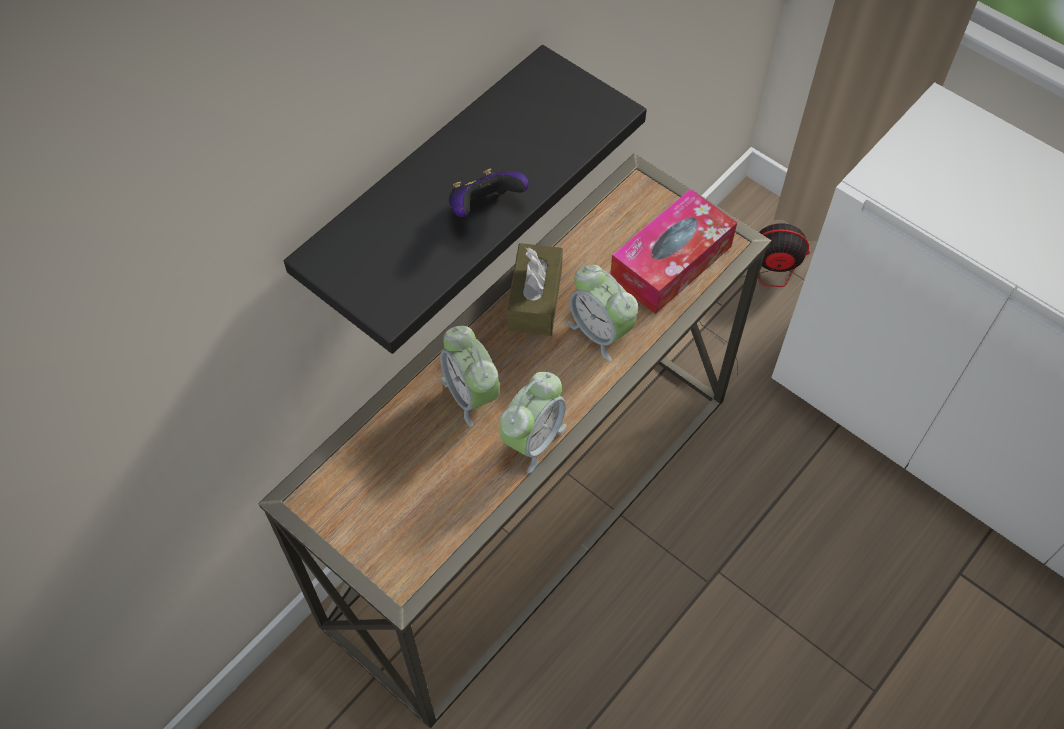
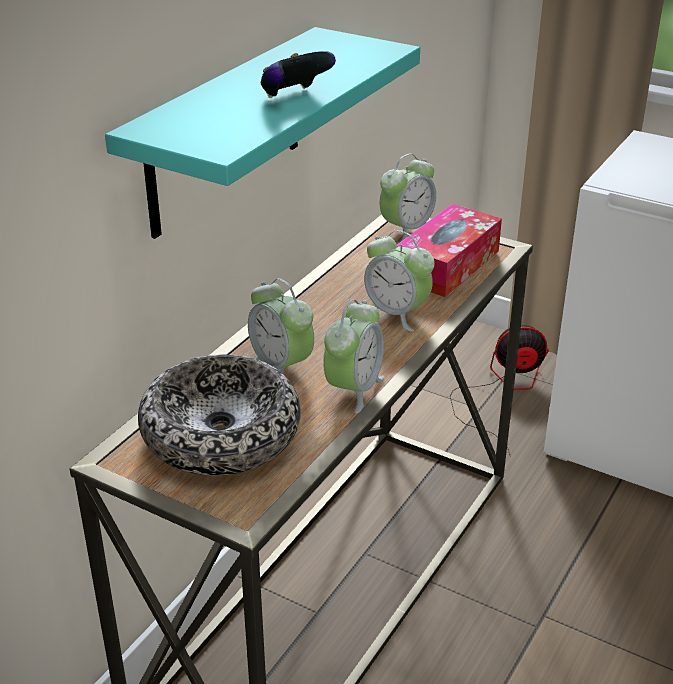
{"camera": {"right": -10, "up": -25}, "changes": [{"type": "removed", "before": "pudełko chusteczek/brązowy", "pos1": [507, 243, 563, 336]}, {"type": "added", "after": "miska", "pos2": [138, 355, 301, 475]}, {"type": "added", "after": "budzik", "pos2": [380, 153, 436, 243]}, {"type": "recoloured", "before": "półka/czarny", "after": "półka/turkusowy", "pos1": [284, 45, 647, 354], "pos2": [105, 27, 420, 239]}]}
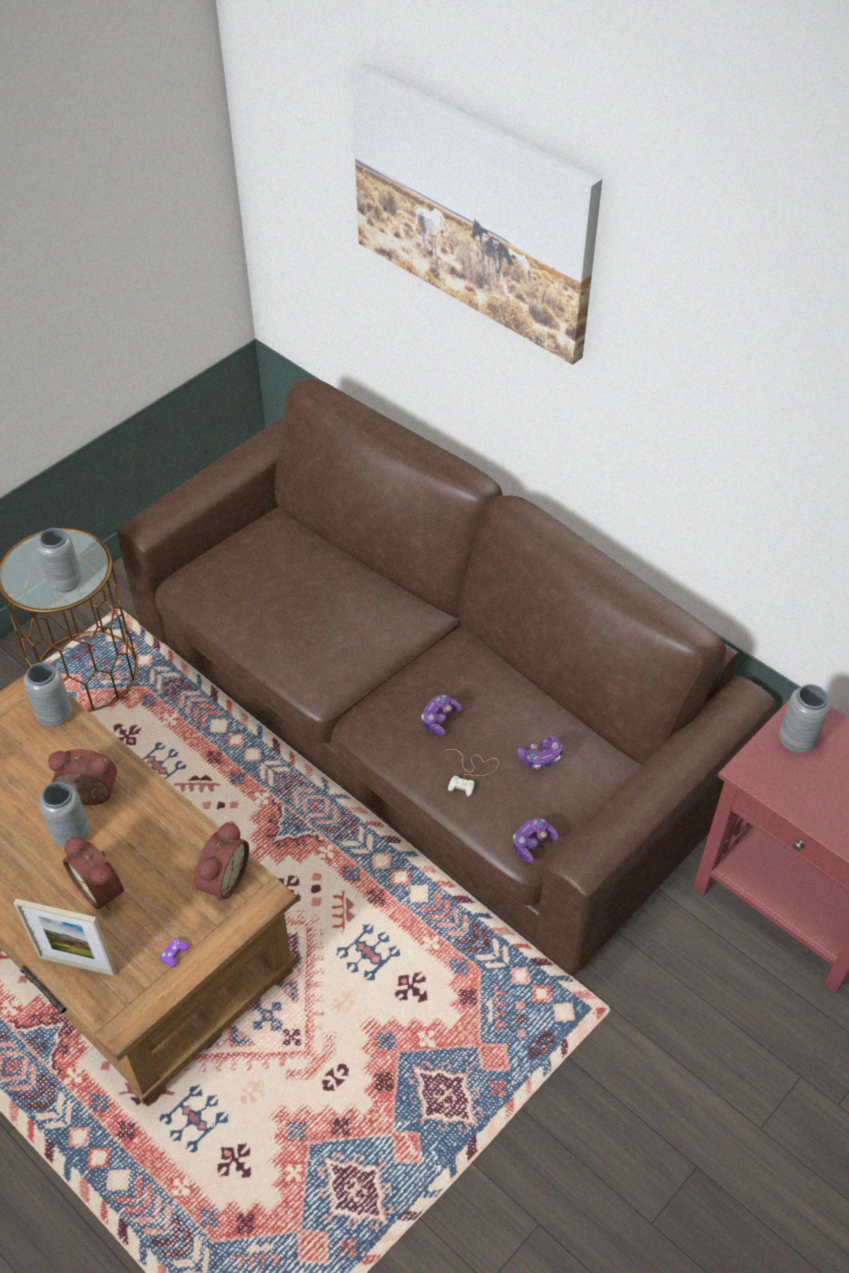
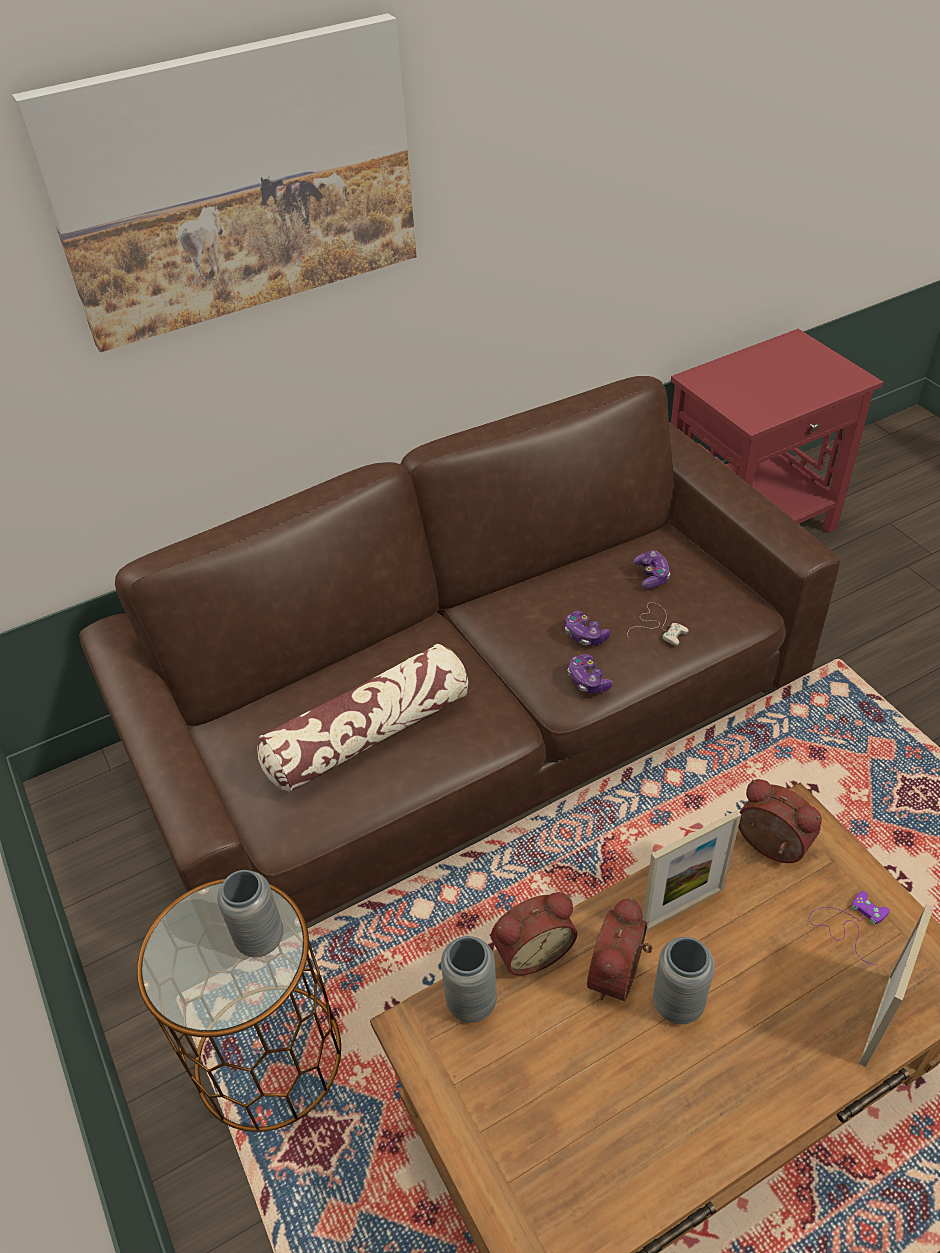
{"camera": {"right": -70, "up": -5}, "changes": [{"type": "removed", "before": "wazon/szary", "pos1": [779, 684, 831, 753]}, {"type": "added", "after": "poduszka", "pos2": [257, 644, 468, 792]}, {"type": "added", "after": "ramka na zdjęcie", "pos2": [642, 810, 741, 931]}, {"type": "moved", "before": "budzik", "pos1": [63, 837, 124, 910], "pos2": [491, 892, 577, 976]}, {"type": "moved", "before": "pad do gier", "pos1": [513, 818, 558, 863], "pos2": [568, 654, 613, 693]}]}
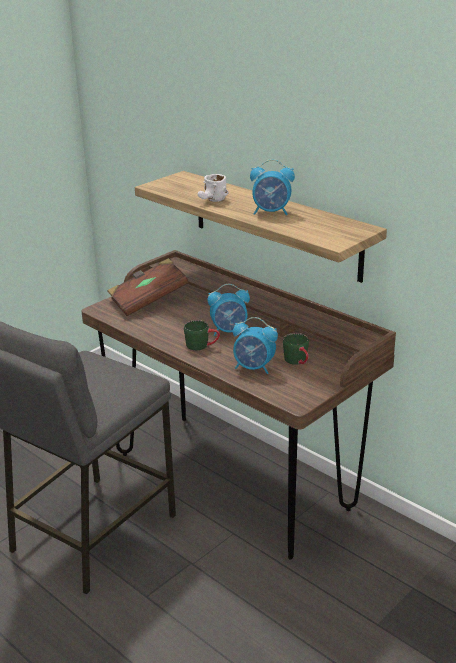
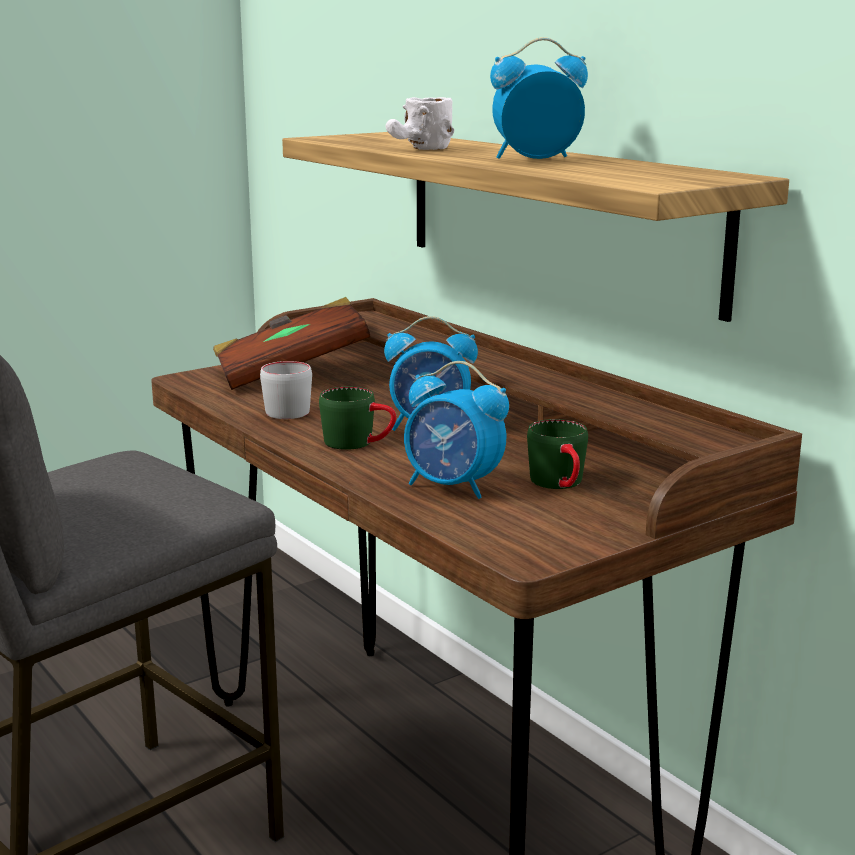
{"camera": {"right": 10, "up": -10}, "changes": [{"type": "added", "after": "kubek/szary", "pos2": [260, 361, 312, 419]}, {"type": "turned", "before": "budzik", "pos1": [250, 159, 295, 215], "pos2": [490, 37, 588, 159], "turn": 150}]}
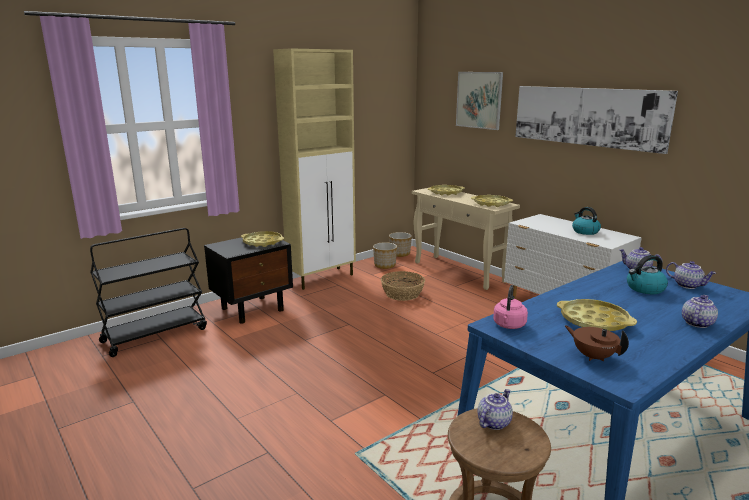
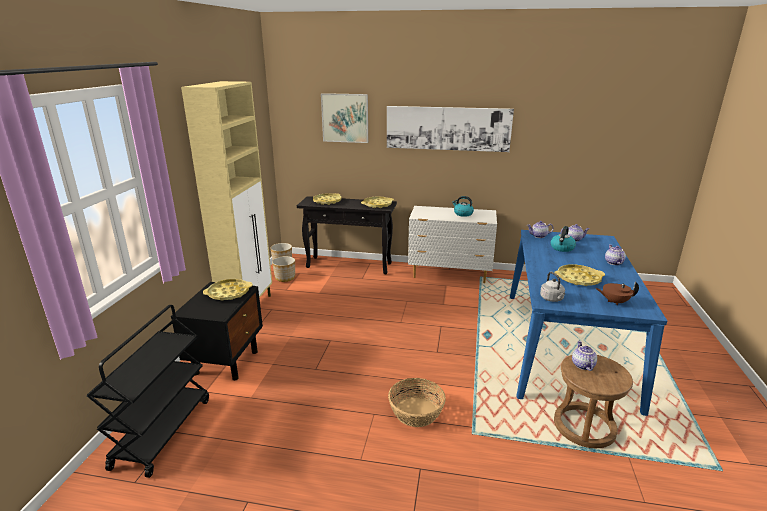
{"camera": {"right": -40, "up": 5}, "changes": [{"type": "moved", "before": "koszyk", "pos1": [381, 271, 425, 301], "pos2": [388, 378, 446, 427]}, {"type": "recoloured", "before": "stolik konsolowy/beżowy", "after": "stolik konsolowy/czarny", "pos1": [412, 188, 520, 290], "pos2": [297, 196, 397, 274]}, {"type": "recoloured", "before": "czajnik/różowy", "after": "czajnik/szary", "pos1": [493, 285, 528, 329], "pos2": [540, 272, 565, 302]}]}
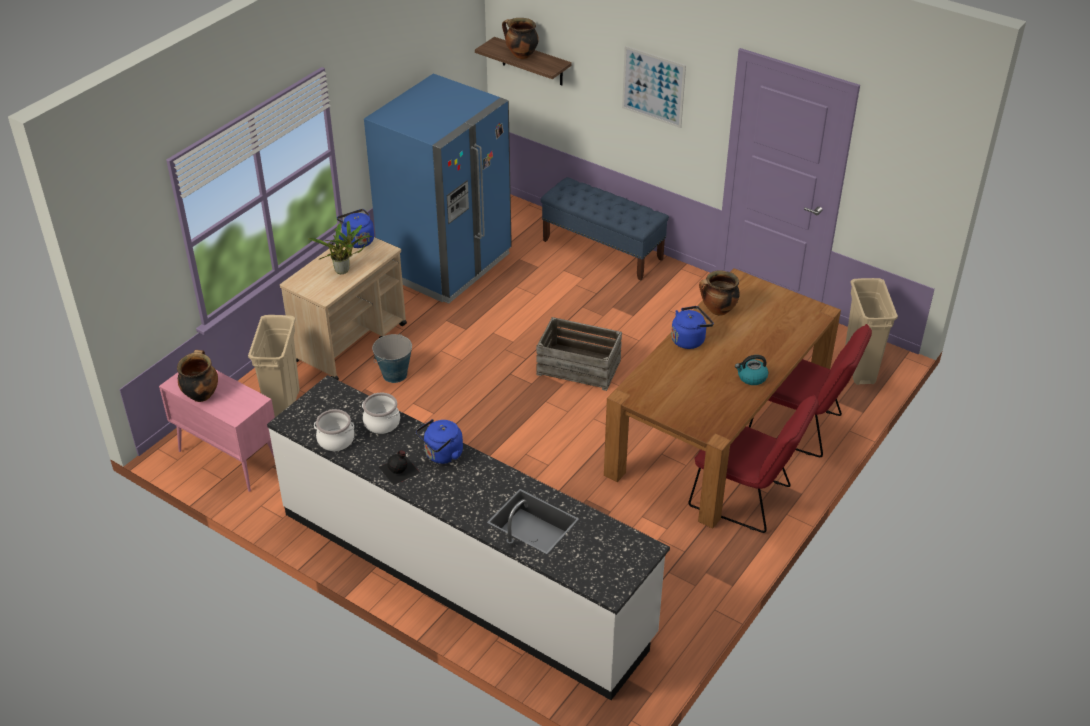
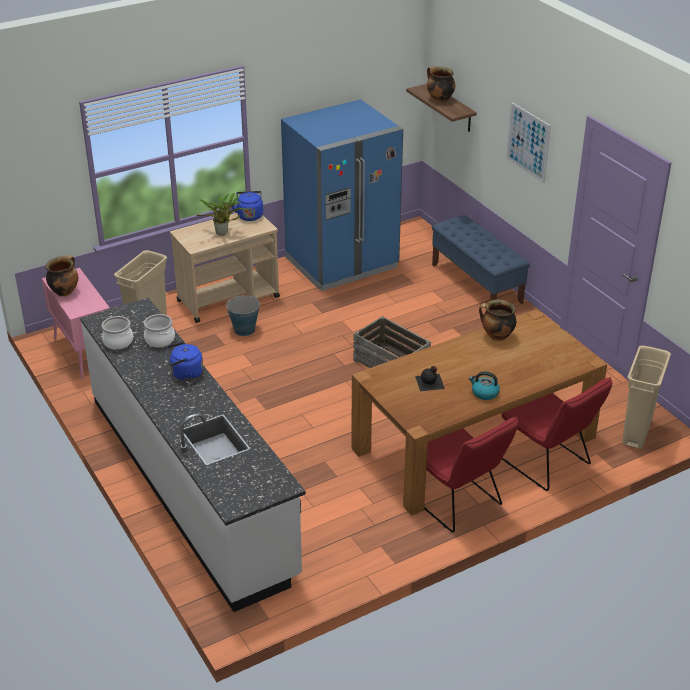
{"camera": {"right": 25, "up": -5}, "changes": [{"type": "removed", "before": "czajnik/niebieski", "pos1": [671, 306, 714, 349]}, {"type": "moved", "before": "butelka/czarny", "pos1": [379, 450, 420, 485], "pos2": [415, 366, 445, 391]}]}
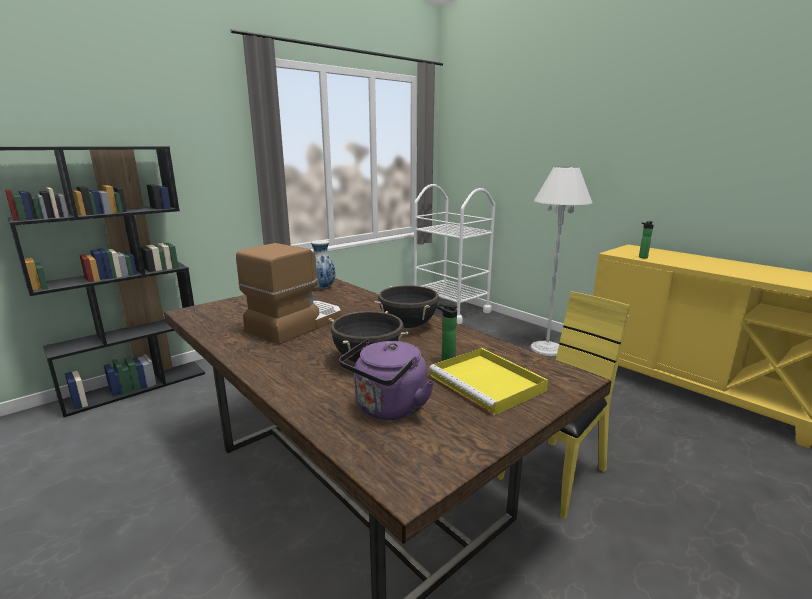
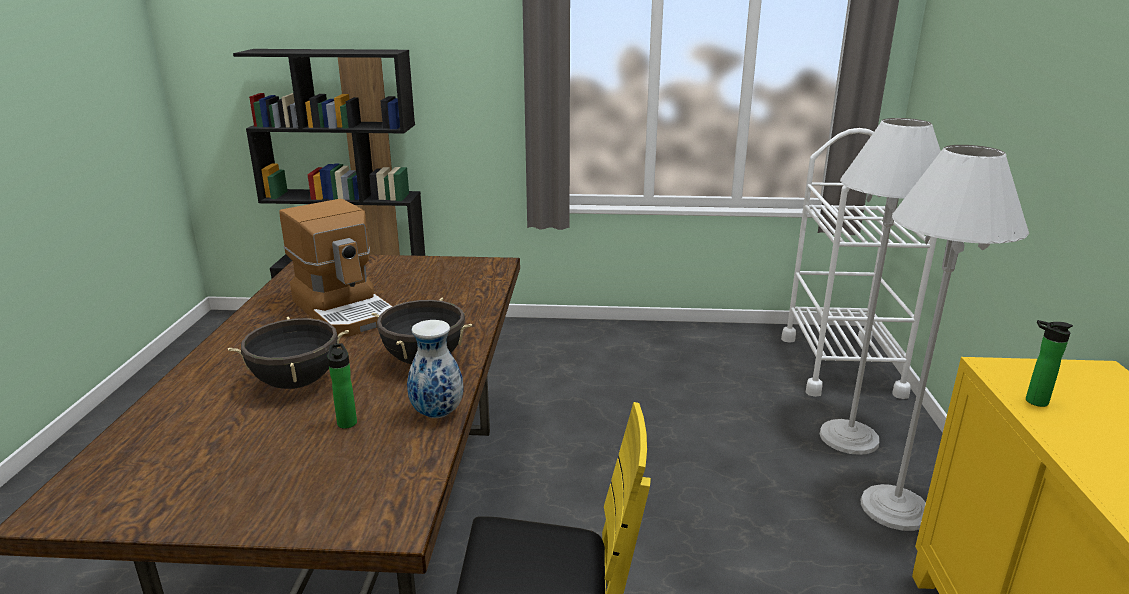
{"camera": {"right": 45, "up": 5}, "changes": [{"type": "removed", "before": "czajnik/fioletowy", "pos1": [339, 339, 434, 420]}, {"type": "removed", "before": "taca/żółty", "pos1": [429, 348, 548, 415]}, {"type": "added", "after": "lampa stojąca/biały", "pos2": [820, 118, 941, 455]}, {"type": "moved", "before": "wazon", "pos1": [311, 240, 336, 289], "pos2": [407, 320, 463, 418]}, {"type": "turned", "before": "ekspres do kawy", "pos1": [236, 243, 341, 344], "pos2": [279, 199, 393, 337], "turn": 60}]}
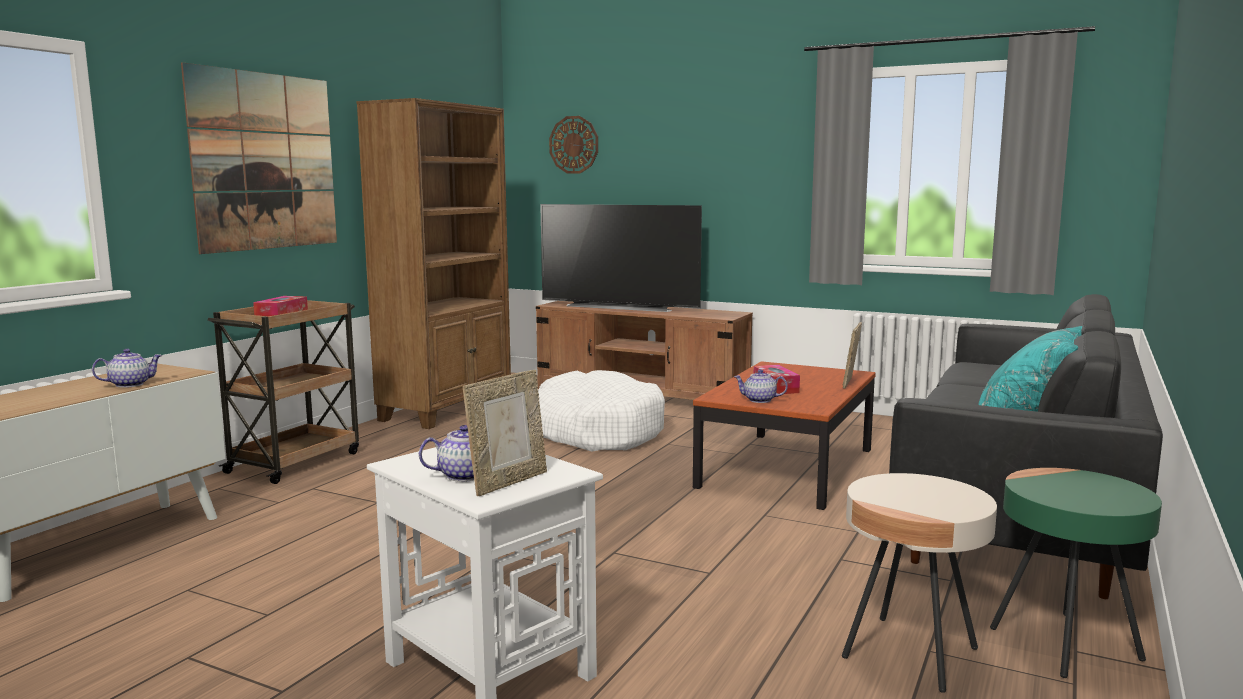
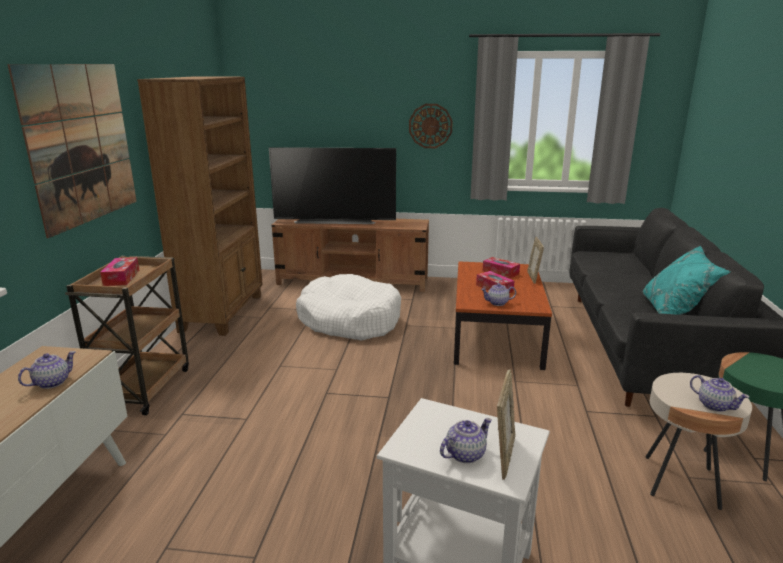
{"camera": {"right": -20, "up": 10}, "changes": [{"type": "added", "after": "pudełko chusteczek", "pos2": [483, 257, 520, 279]}, {"type": "added", "after": "imbryk", "pos2": [690, 375, 749, 412]}, {"type": "moved", "before": "zegar ścienny", "pos1": [549, 116, 598, 174], "pos2": [409, 104, 453, 148]}]}
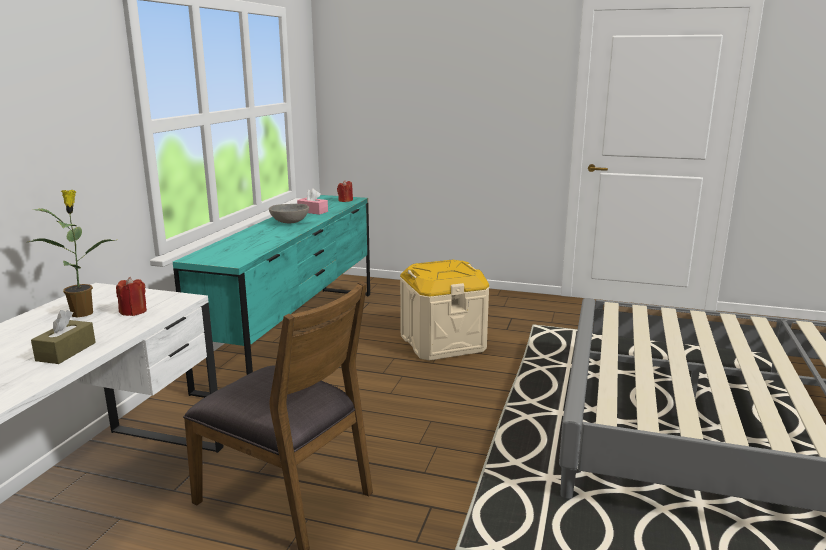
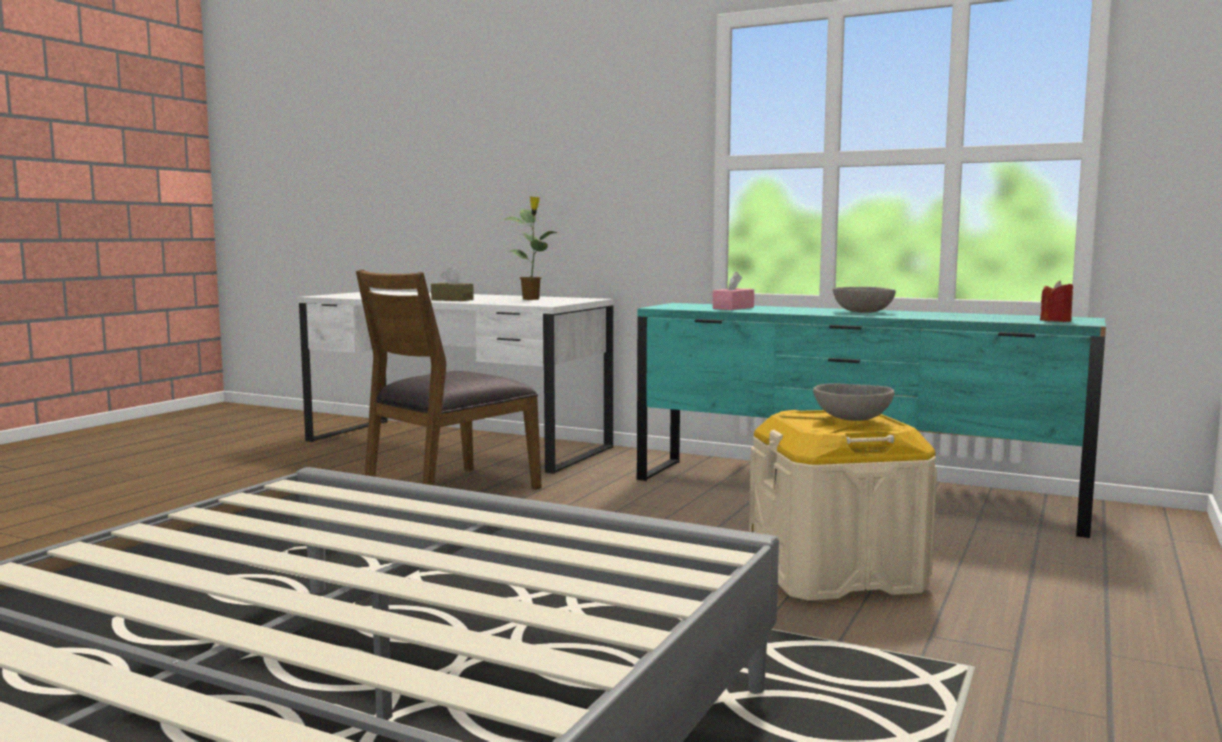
{"camera": {"right": 100, "up": -10}, "changes": [{"type": "removed", "before": "świeca/czerwony", "pos1": [116, 277, 147, 316]}, {"type": "added", "after": "miska/szary", "pos2": [813, 383, 895, 421]}, {"type": "moved", "before": "pudełko chusteczek/różowy", "pos1": [297, 188, 328, 215], "pos2": [713, 272, 754, 310]}]}
